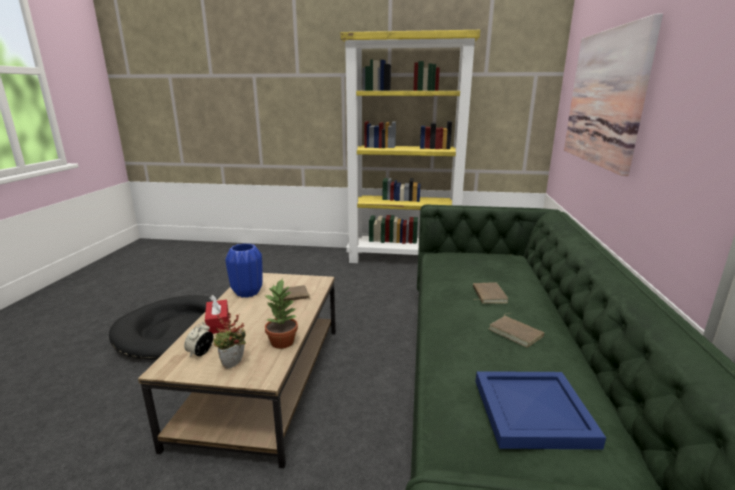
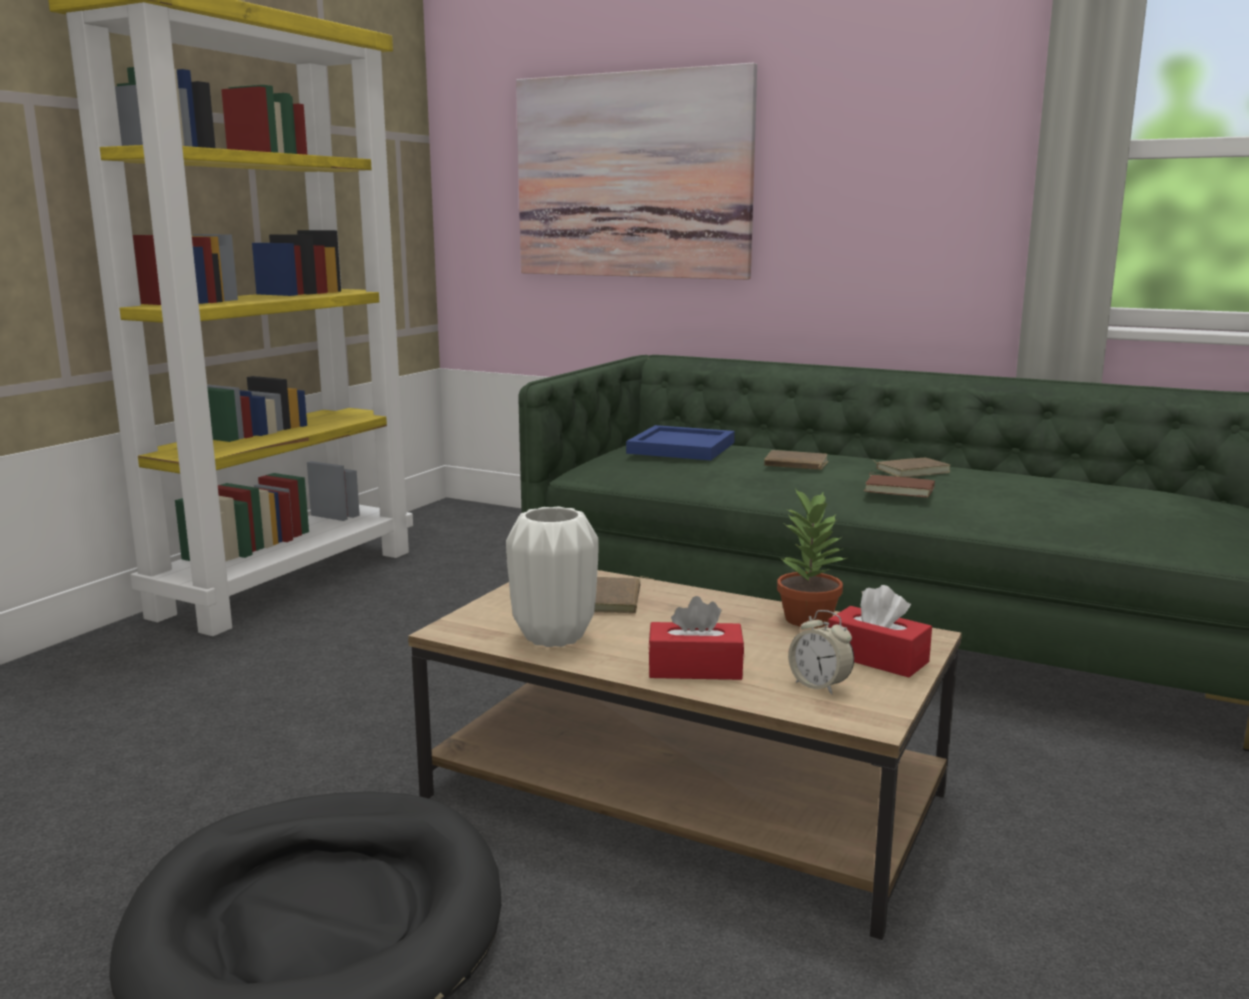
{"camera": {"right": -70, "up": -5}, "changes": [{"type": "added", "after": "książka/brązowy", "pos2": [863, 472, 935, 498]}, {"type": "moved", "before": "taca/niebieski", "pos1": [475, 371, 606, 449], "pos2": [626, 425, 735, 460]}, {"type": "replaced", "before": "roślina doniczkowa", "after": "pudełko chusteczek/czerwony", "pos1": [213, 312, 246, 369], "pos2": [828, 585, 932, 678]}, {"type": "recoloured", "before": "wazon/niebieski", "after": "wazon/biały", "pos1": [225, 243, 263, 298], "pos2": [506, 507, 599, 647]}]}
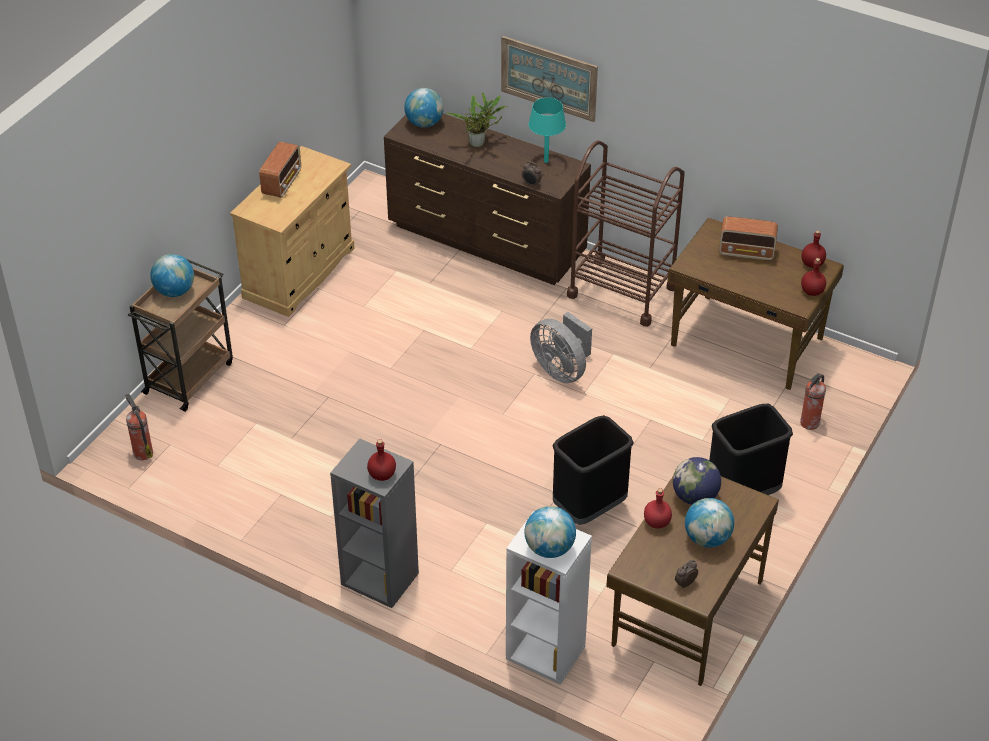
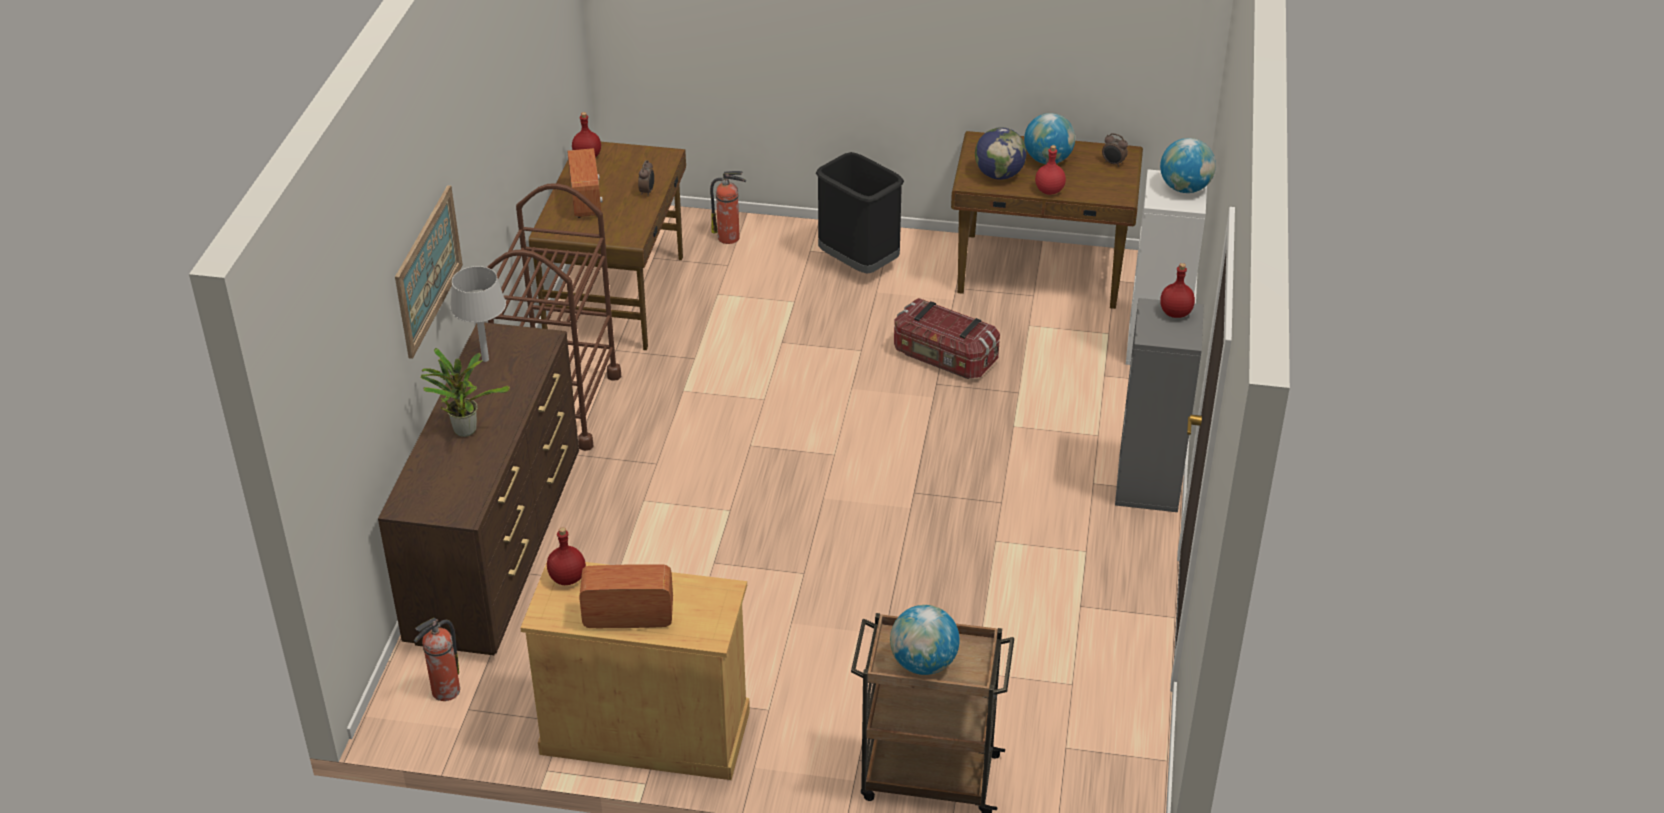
{"camera": {"right": -110, "up": -5}, "changes": [{"type": "removed", "before": "globus", "pos1": [404, 88, 444, 128]}, {"type": "removed", "before": "wentylator/szary", "pos1": [530, 312, 592, 383]}, {"type": "moved", "before": "gaśnica", "pos1": [125, 393, 153, 460], "pos2": [414, 618, 460, 701]}, {"type": "moved", "before": "budzik", "pos1": [522, 161, 542, 187], "pos2": [638, 160, 654, 195]}, {"type": "moved", "before": "butelka/czerwony", "pos1": [801, 258, 826, 296], "pos2": [547, 527, 586, 585]}, {"type": "replaced", "before": "kosz na śmieci/czarny", "after": "pojemnik do przechowywania", "pos1": [552, 415, 634, 525], "pos2": [894, 298, 1000, 379]}, {"type": "recoloured", "before": "lampa stołowa/turkusowy", "after": "lampa stołowa/szary", "pos1": [529, 98, 566, 163], "pos2": [450, 266, 506, 362]}]}
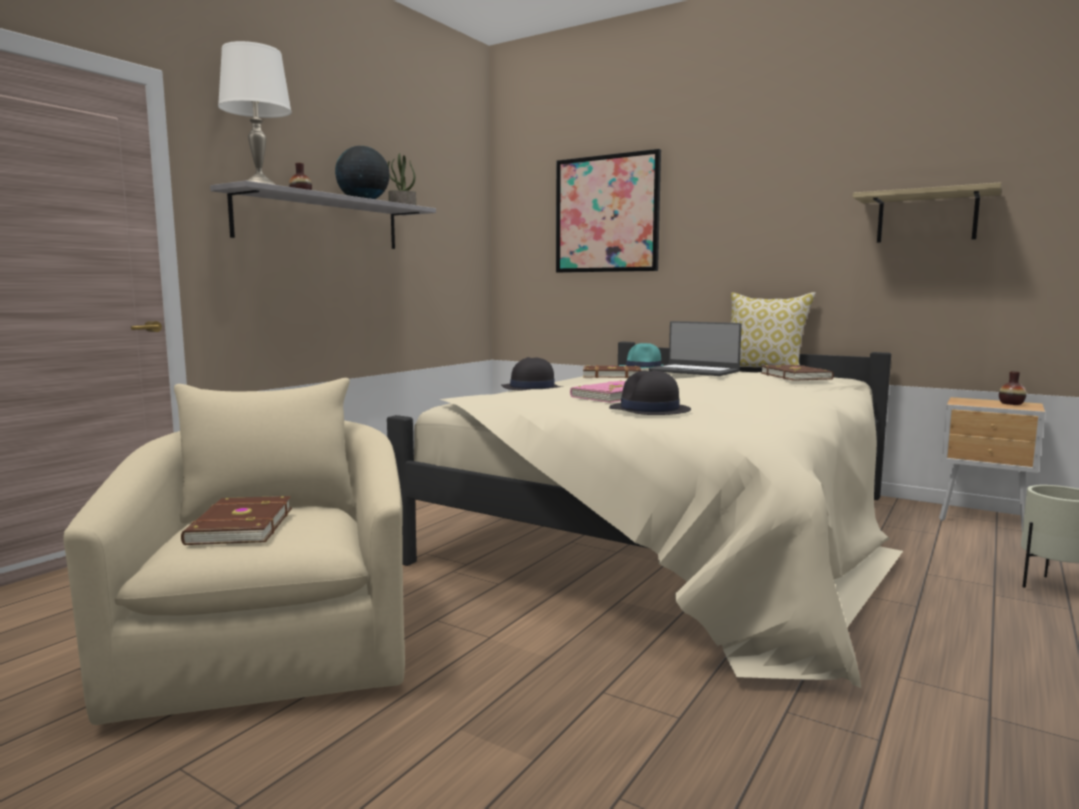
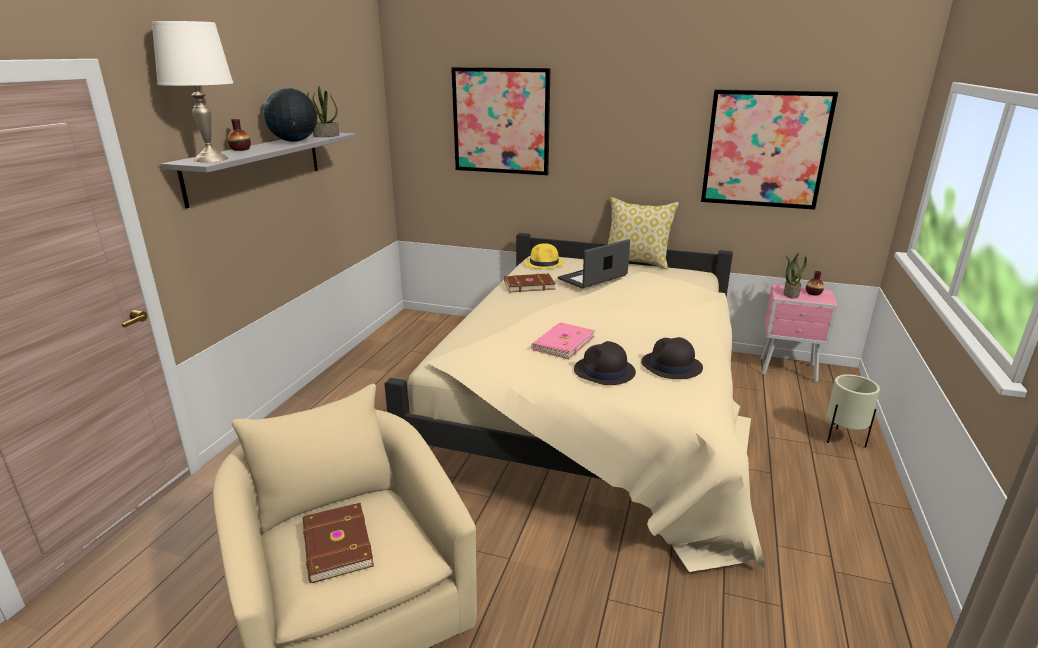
{"camera": {"right": -15, "up": 15}, "changes": [{"type": "removed", "before": "książka/brązowy", "pos1": [761, 364, 834, 381]}, {"type": "added", "after": "roślina doniczkowa", "pos2": [784, 253, 807, 298]}, {"type": "moved", "before": "kapelusz/czarny", "pos1": [501, 357, 563, 391], "pos2": [641, 337, 703, 379]}, {"type": "replaced", "before": "półka", "after": "obraz", "pos1": [853, 182, 1002, 243], "pos2": [701, 89, 838, 210]}, {"type": "recoloured", "before": "kapelusz/turkusowy", "after": "kapelusz/żółty", "pos1": [619, 343, 662, 369], "pos2": [524, 243, 564, 269]}, {"type": "recoloured", "before": "szafka nocna/brązowy", "after": "szafka nocna/różowy", "pos1": [939, 397, 1045, 530], "pos2": [761, 284, 838, 382]}, {"type": "turned", "before": "laptop", "pos1": [649, 321, 742, 376], "pos2": [558, 239, 630, 289], "turn": 120}]}
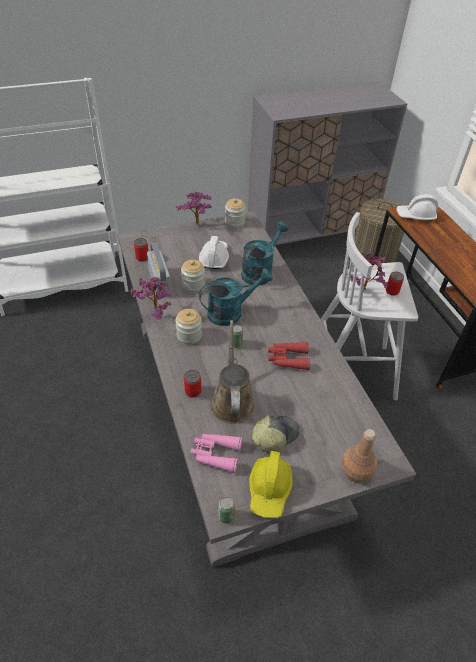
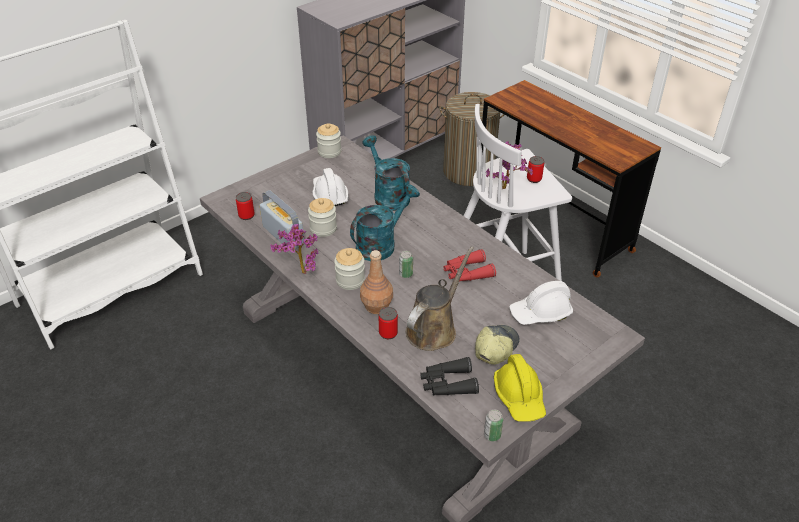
{"camera": {"right": -20, "up": -5}, "changes": [{"type": "removed", "before": "roślina doniczkowa", "pos1": [176, 192, 212, 224]}, {"type": "moved", "before": "butelka/brązowy", "pos1": [342, 429, 377, 483], "pos2": [360, 250, 393, 314]}, {"type": "moved", "before": "kask/biały", "pos1": [397, 194, 438, 222], "pos2": [509, 281, 573, 325]}, {"type": "recoloured", "before": "lornetka/różowy", "after": "lornetka/czarny", "pos1": [191, 433, 243, 473], "pos2": [420, 357, 479, 395]}, {"type": "turned", "before": "konewka/brązowy", "pos1": [210, 320, 255, 424], "pos2": [406, 246, 474, 351], "turn": 60}, {"type": "turned", "before": "konewka/turkusowy", "pos1": [241, 221, 289, 285], "pos2": [362, 135, 410, 211], "turn": -45}]}
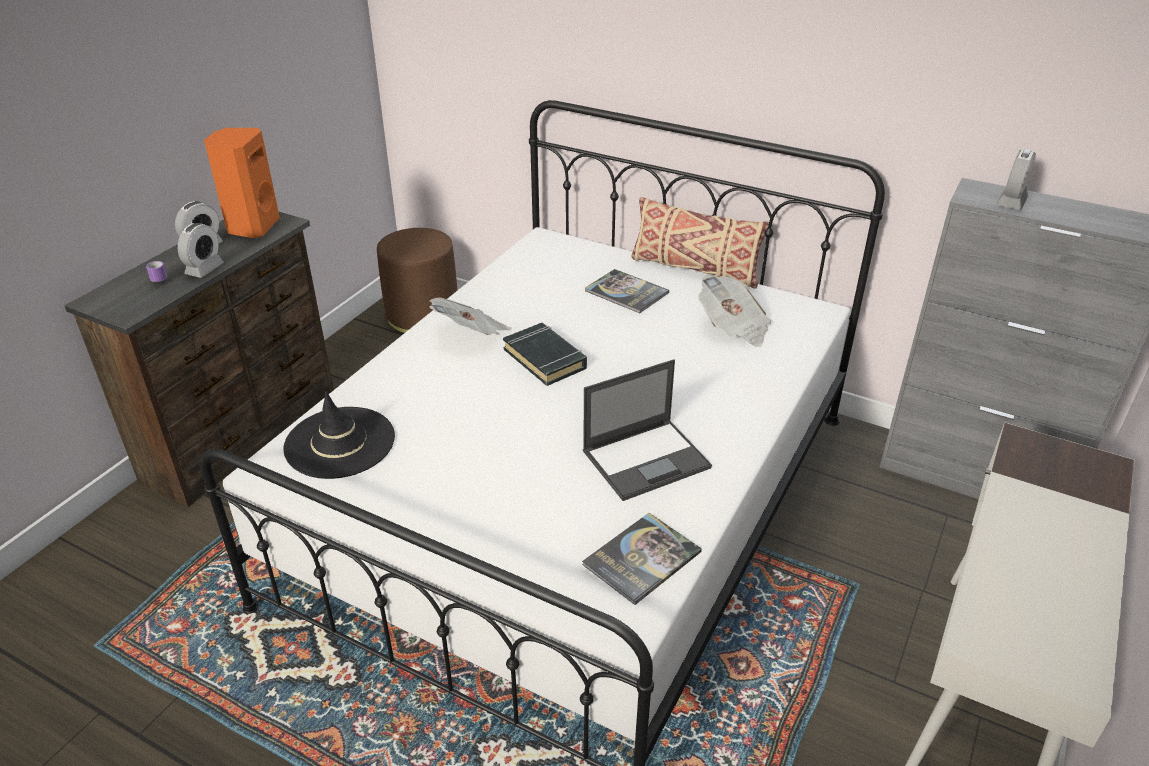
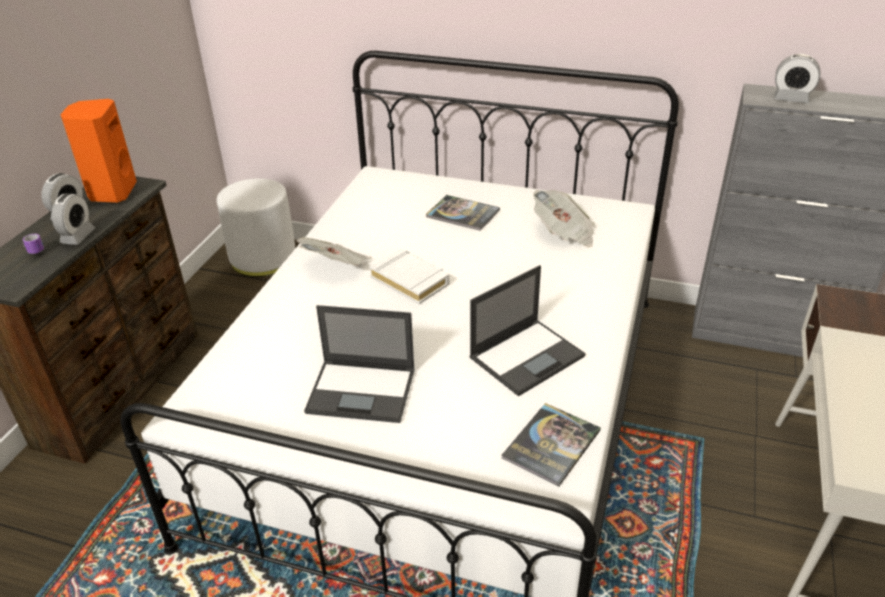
{"camera": {"right": -10, "up": 0}, "changes": [{"type": "removed", "before": "kapelusz/czarny", "pos1": [284, 391, 395, 479]}, {"type": "removed", "before": "poduszka/beżowy", "pos1": [632, 197, 769, 289]}, {"type": "added", "after": "laptop", "pos2": [304, 305, 415, 423]}, {"type": "recoloured", "before": "pufa/brązowy", "after": "pufa/biały", "pos1": [377, 228, 457, 334], "pos2": [217, 178, 295, 277]}, {"type": "recoloured", "before": "książka/czarny", "after": "książka/biały", "pos1": [503, 323, 587, 386], "pos2": [369, 249, 449, 304]}, {"type": "turned", "before": "budzik", "pos1": [996, 149, 1036, 210], "pos2": [774, 54, 820, 104], "turn": -90}]}
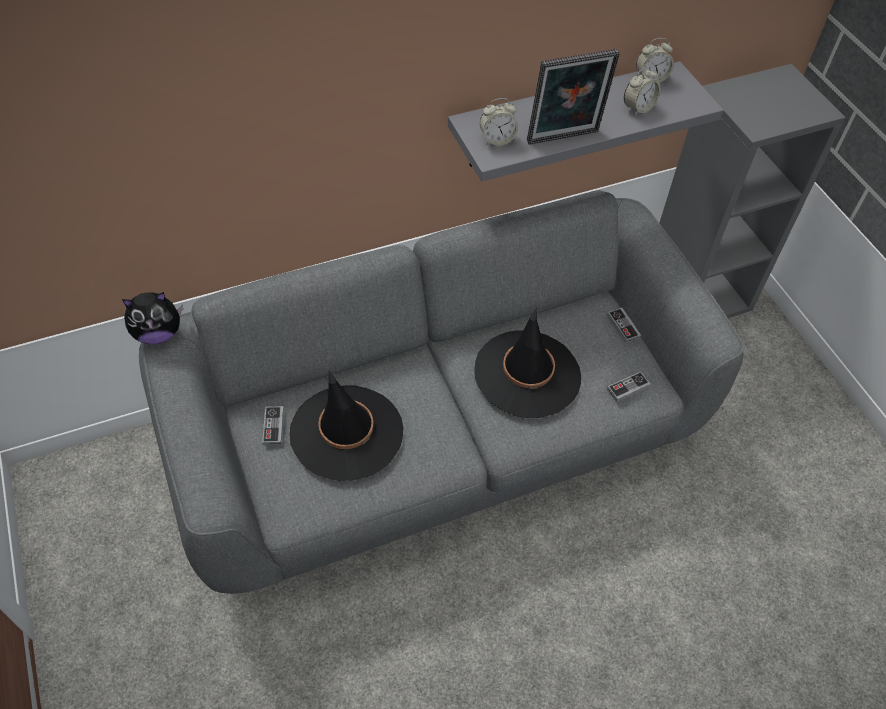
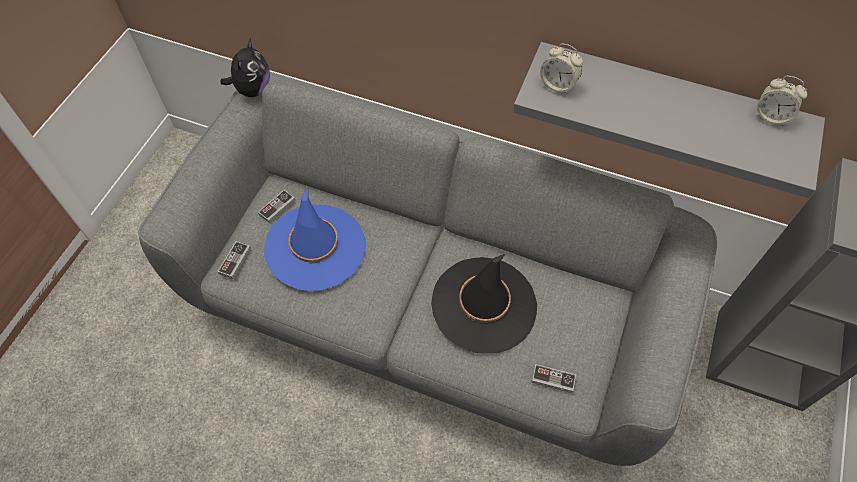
{"camera": {"right": 45, "up": 5}, "changes": [{"type": "removed", "before": "ramka na zdjęcie", "pos1": [527, 49, 620, 145]}, {"type": "removed", "before": "budzik", "pos1": [624, 66, 660, 116]}, {"type": "moved", "before": "pad do gier", "pos1": [607, 308, 641, 343], "pos2": [217, 241, 251, 279]}, {"type": "recoloured", "before": "kapelusz/czarny", "after": "kapelusz/niebieski", "pos1": [290, 370, 404, 481], "pos2": [264, 189, 366, 291]}, {"type": "turned", "before": "pluszak", "pos1": [122, 292, 183, 344], "pos2": [220, 38, 270, 97], "turn": -105}]}
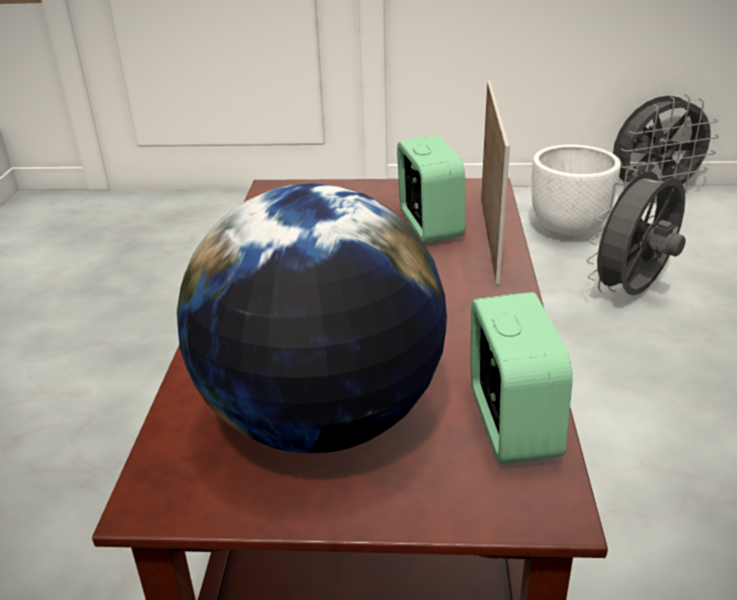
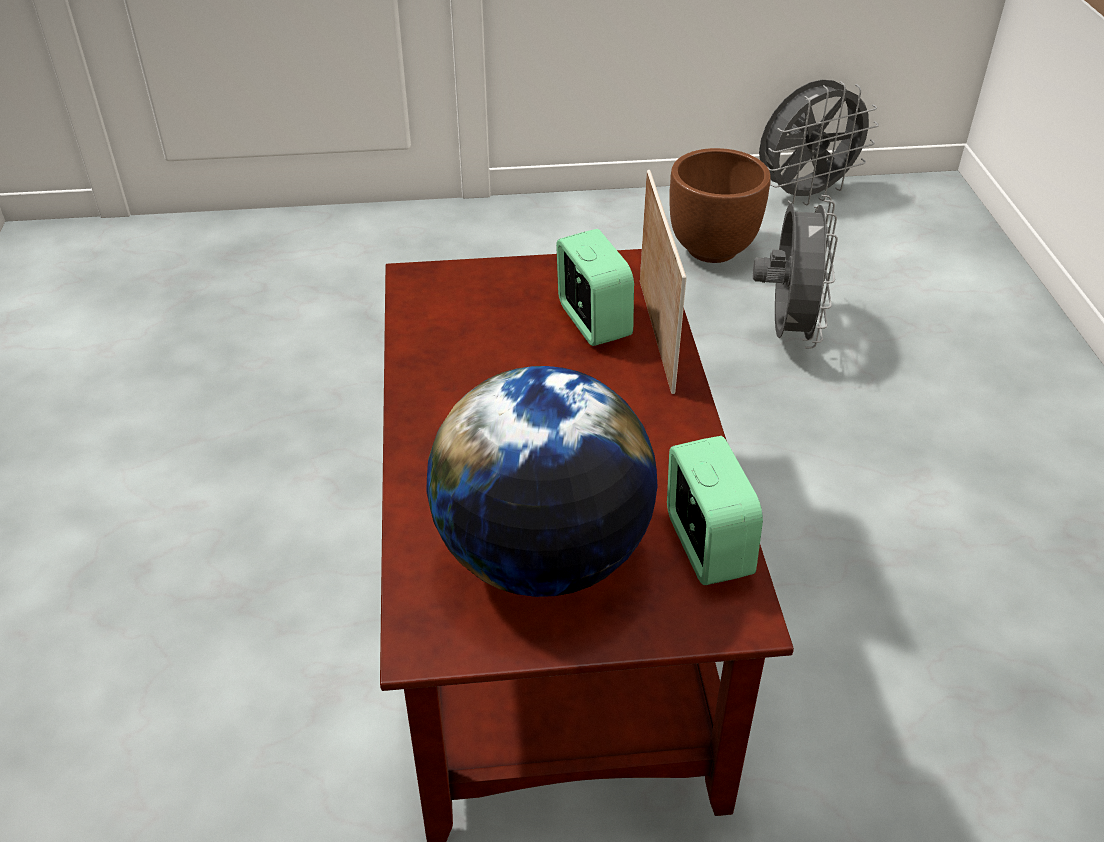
{"camera": {"right": -10, "up": 10}, "changes": [{"type": "recoloured", "before": "donica/biały", "after": "donica/brązowy", "pos1": [531, 144, 621, 240], "pos2": [669, 148, 771, 263]}, {"type": "turned", "before": "wentylator/szary", "pos1": [586, 162, 686, 295], "pos2": [753, 195, 838, 349], "turn": 150}]}
